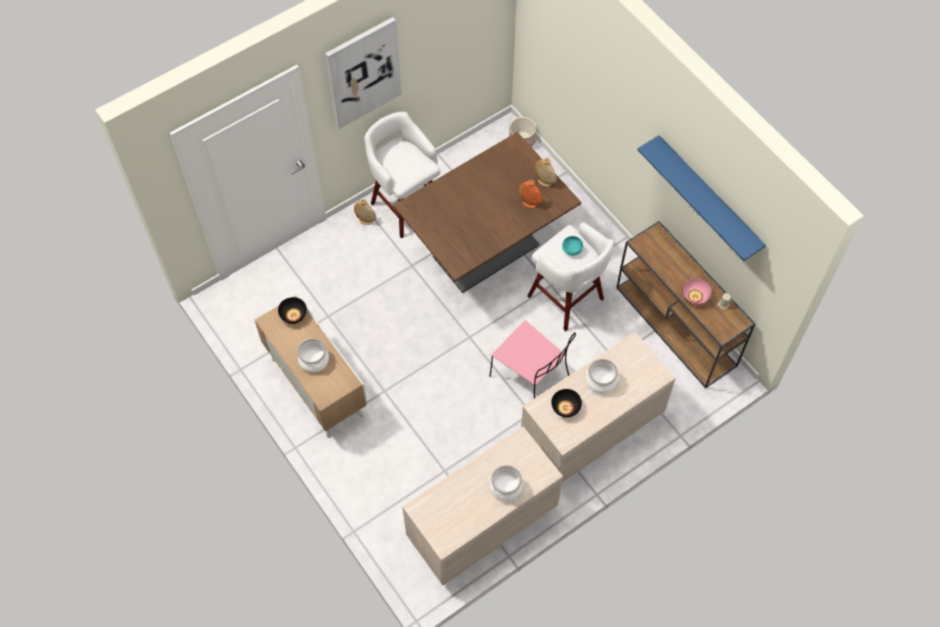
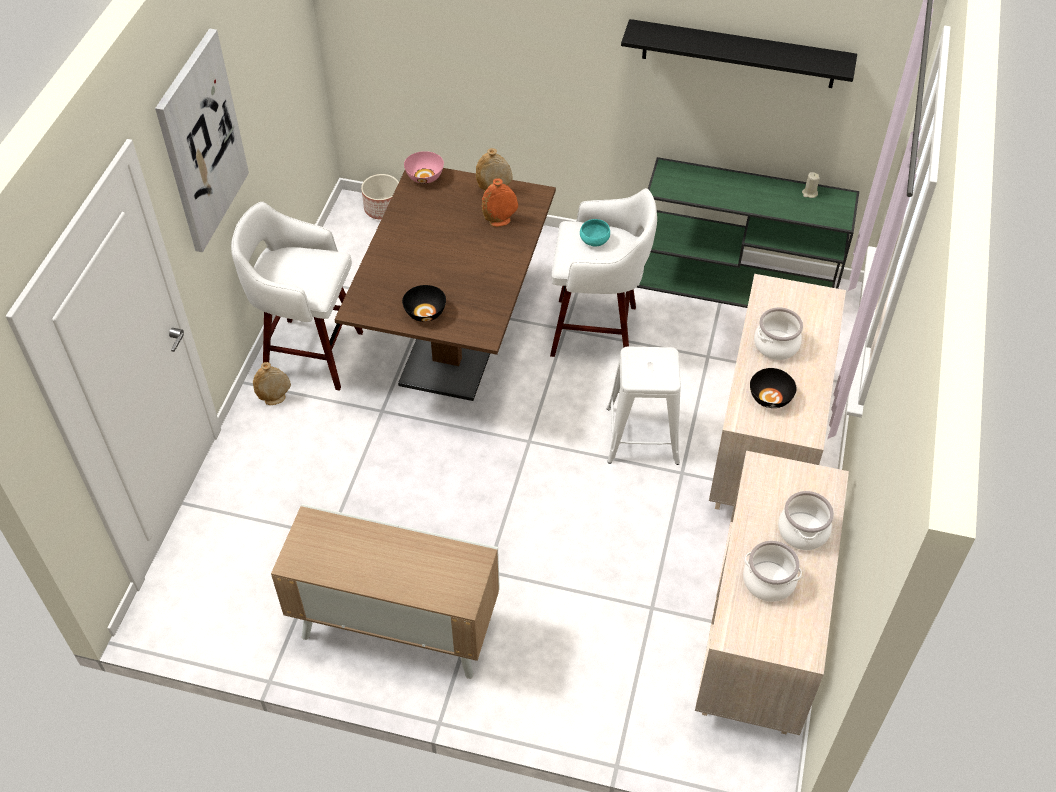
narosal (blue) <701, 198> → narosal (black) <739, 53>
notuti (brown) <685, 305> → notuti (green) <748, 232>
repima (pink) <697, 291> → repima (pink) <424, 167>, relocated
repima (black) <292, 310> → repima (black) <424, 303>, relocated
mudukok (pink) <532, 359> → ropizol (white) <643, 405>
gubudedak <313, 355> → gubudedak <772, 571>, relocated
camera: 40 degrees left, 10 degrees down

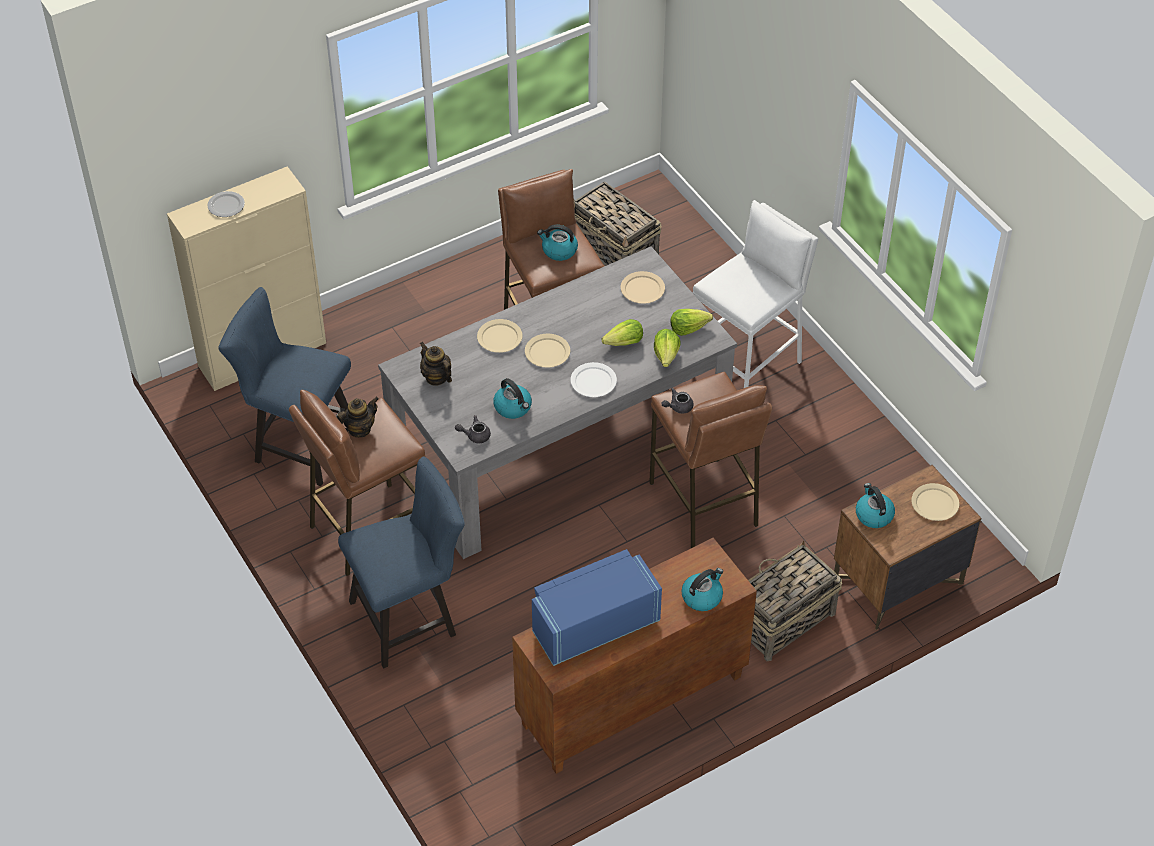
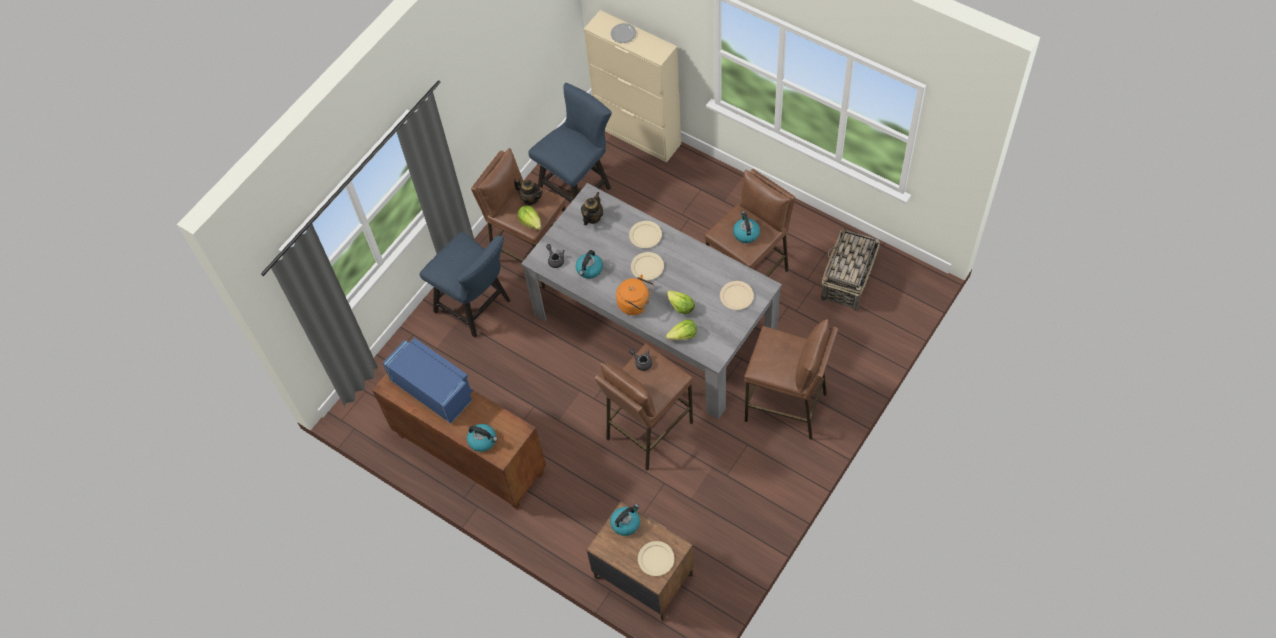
ropizol (white) <755, 294> → ropizol (brown) <791, 379>
mudukok (blue) <285, 386> → mudukok (blue) <570, 143>, 45 degrees clockwise
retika <691, 322> → retika <529, 217>, relocated
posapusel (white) <594, 379> → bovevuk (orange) <635, 294>
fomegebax <795, 601> → -
camera: 70 degrees right, 10 degrees up

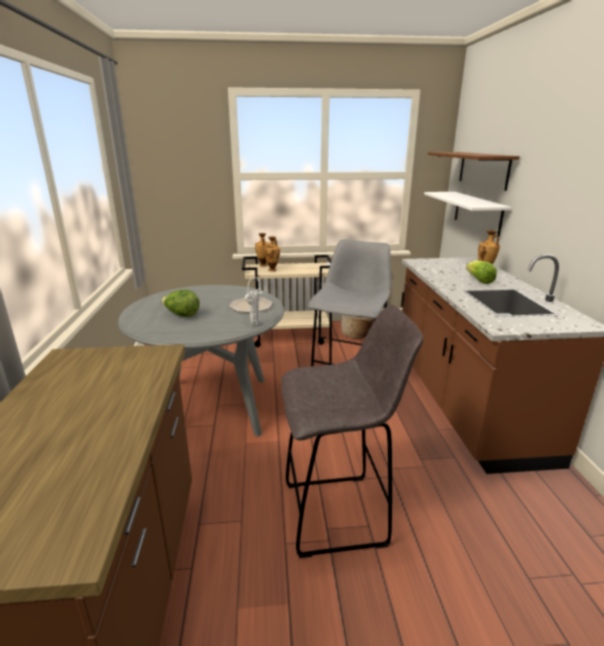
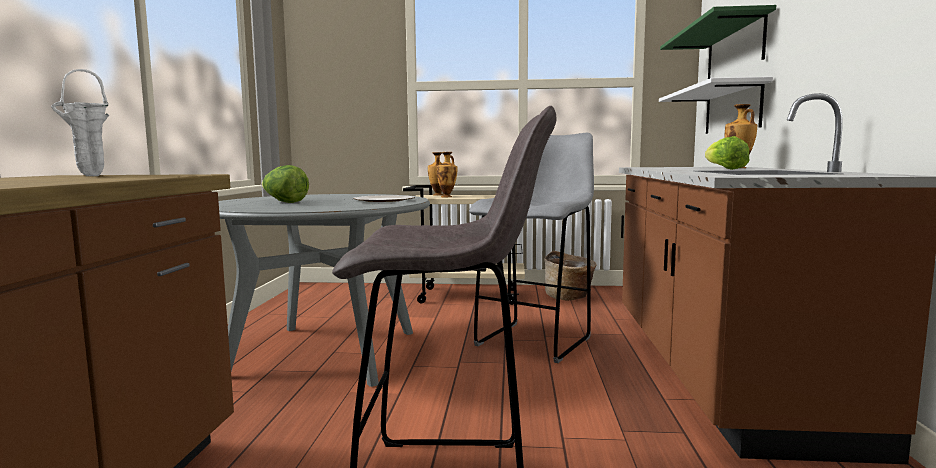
narosal (brown) <474, 171> → narosal (green) <718, 42>
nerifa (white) <253, 301> → nerifa (white) <80, 122>, relocated
camera: 10 degrees right, 15 degrees down

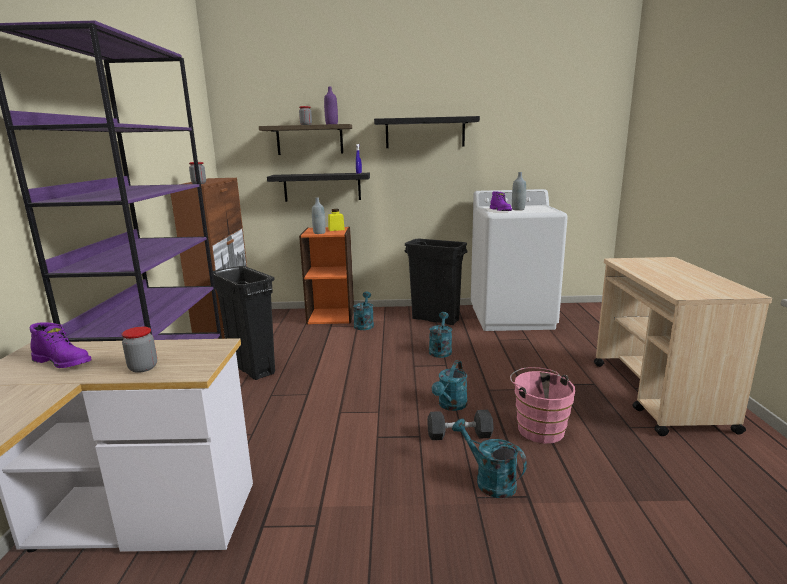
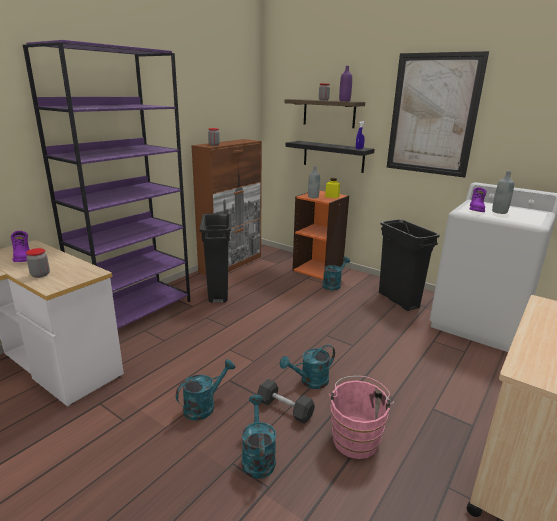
narosal (black) <427, 132> → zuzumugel <438, 114>
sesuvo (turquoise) <440, 335> → sesuvo (turquoise) <205, 389>, relocated
camera: 35 degrees right, 5 degrees up

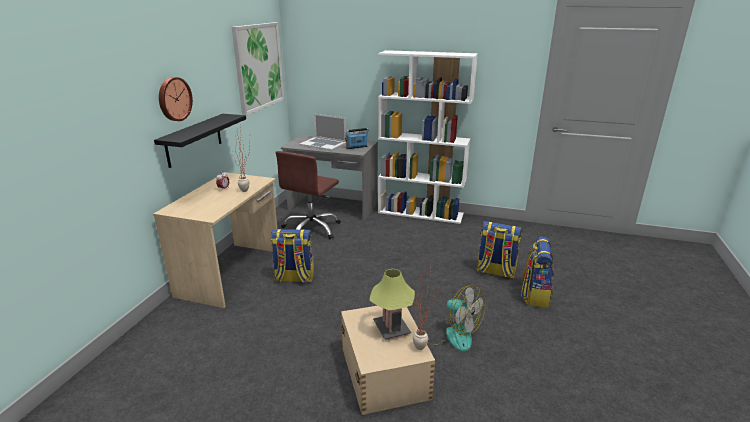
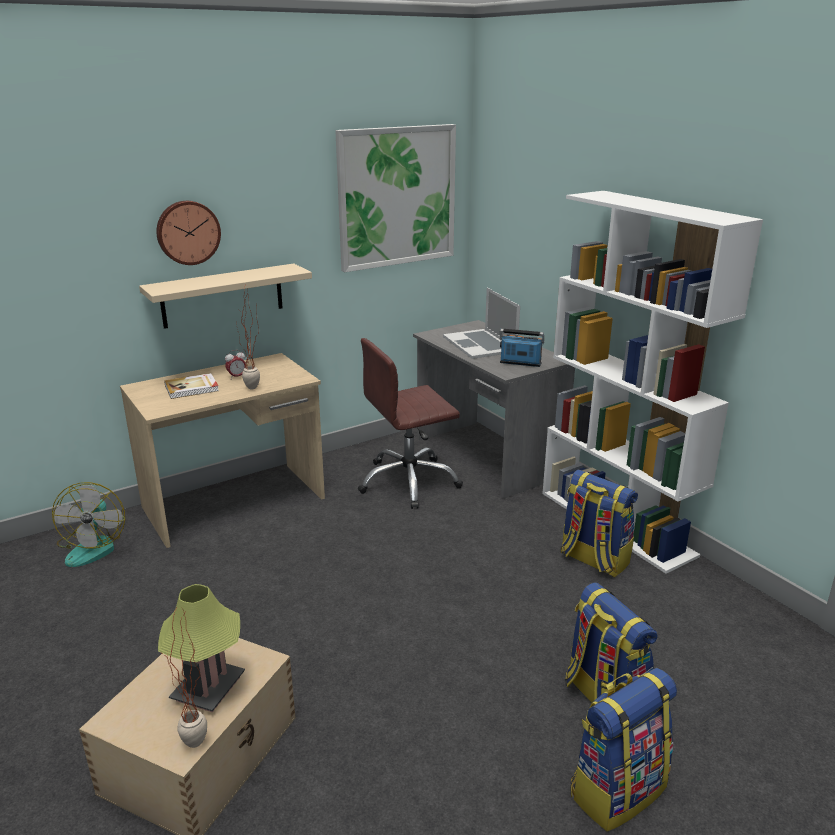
narosal (black) <200, 141> → narosal (beige) <225, 296>
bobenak <292, 255> → bobenak <599, 523>, relocated
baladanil <455, 318> → baladanil <88, 524>, relocated
- → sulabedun <191, 386>
camera: 40 degrees right, 0 degrees up

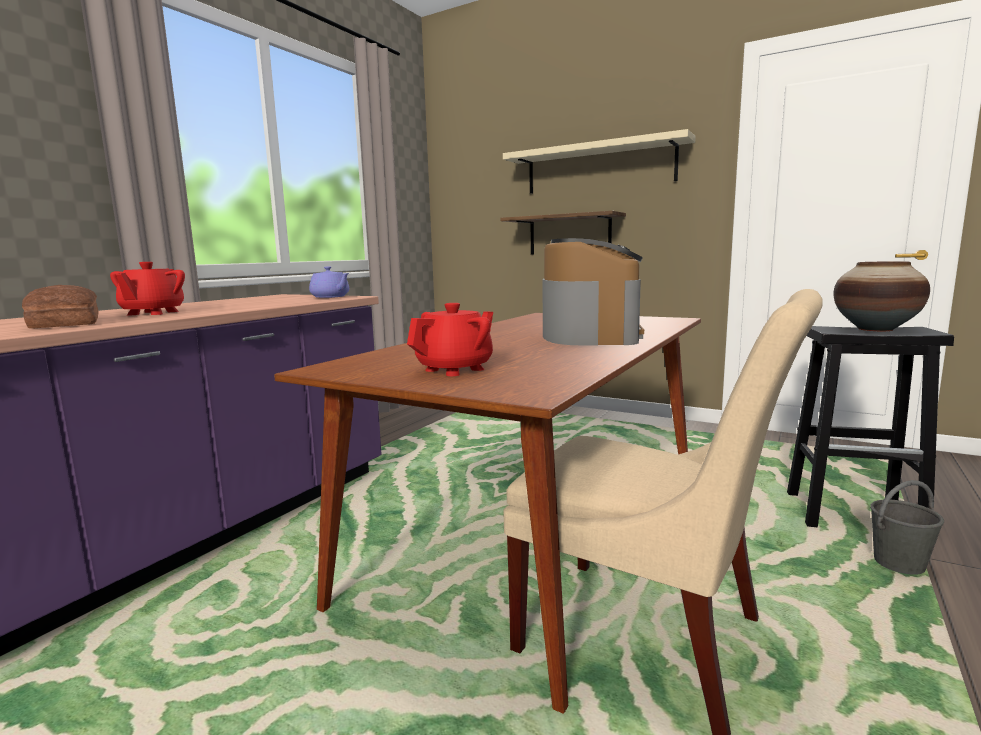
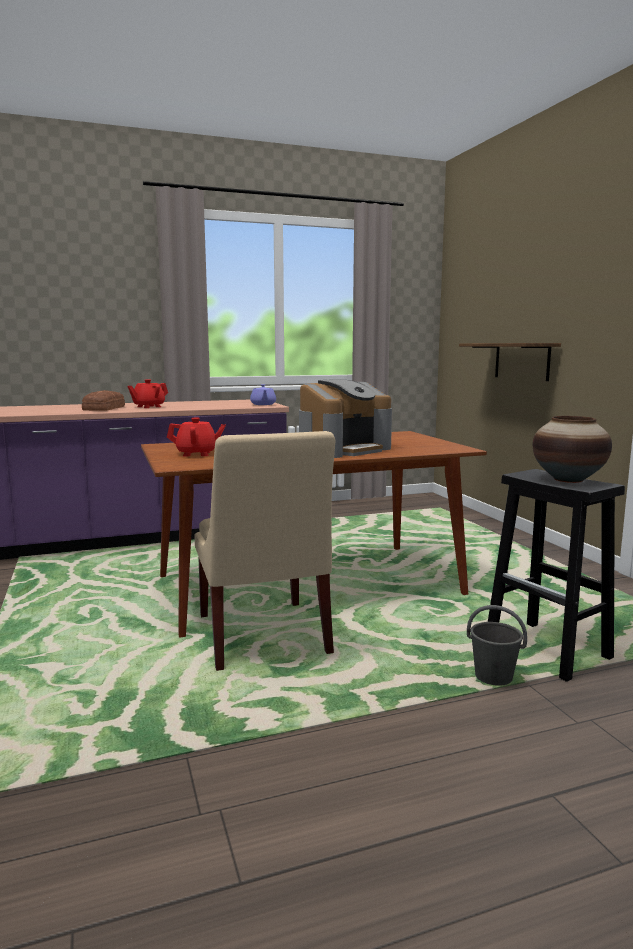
narosal (beige) <599, 161> → -
camera: 40 degrees right, 0 degrees up

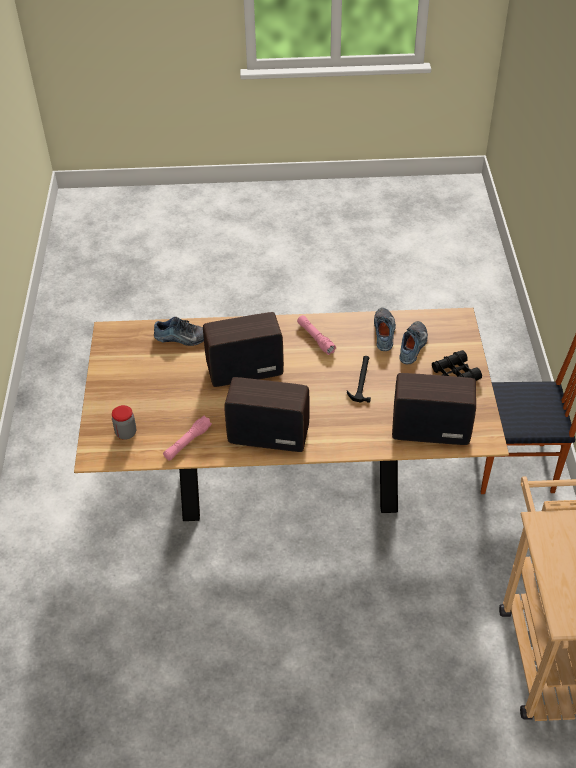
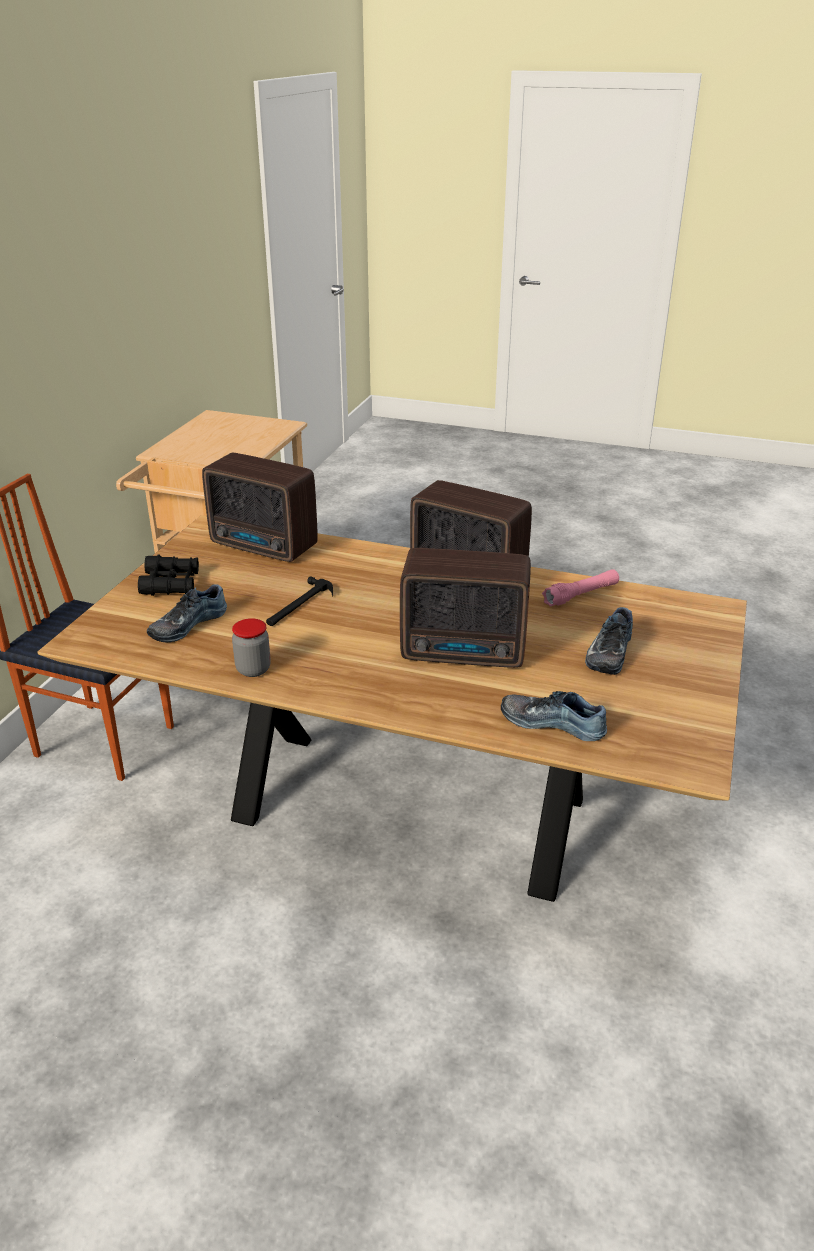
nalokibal <385, 329> → nalokibal <609, 641>, relocated
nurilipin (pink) <316, 335> → -
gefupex <124, 422> → gefupex <251, 647>, relocated
camera: 160 degrees left, 15 degrees down

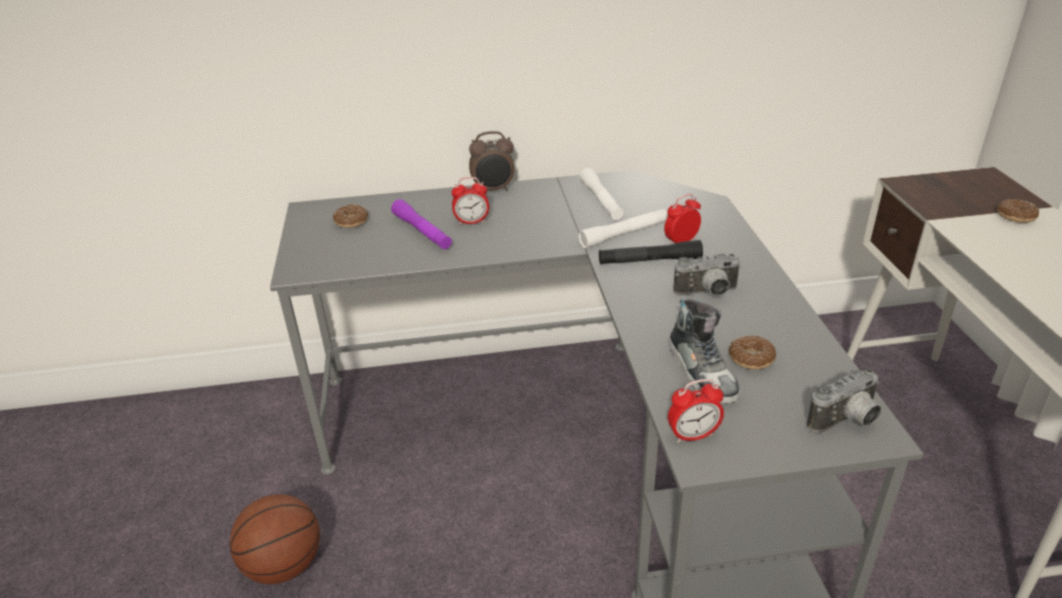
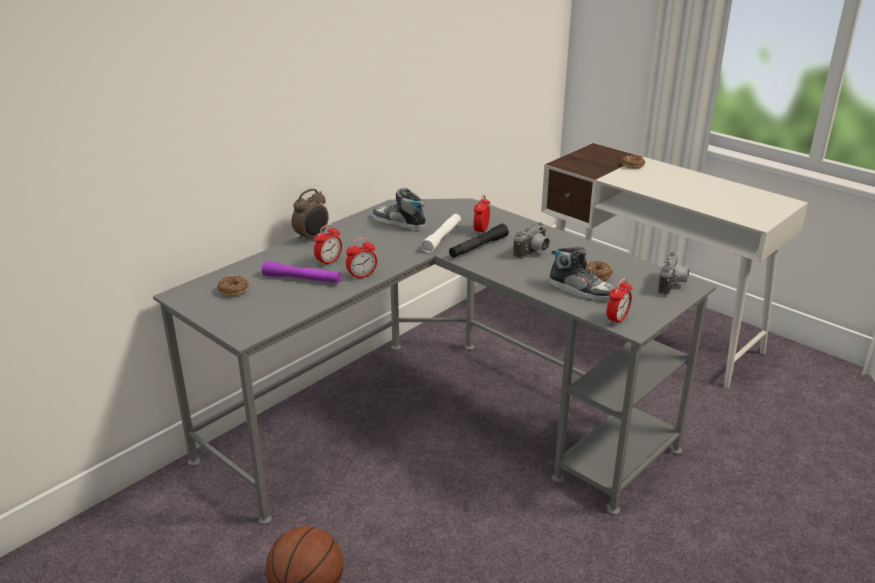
nurilipin (white) <602, 194> → nalokibal <399, 210>
- → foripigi <361, 259>
camera: 40 degrees left, 5 degrees down

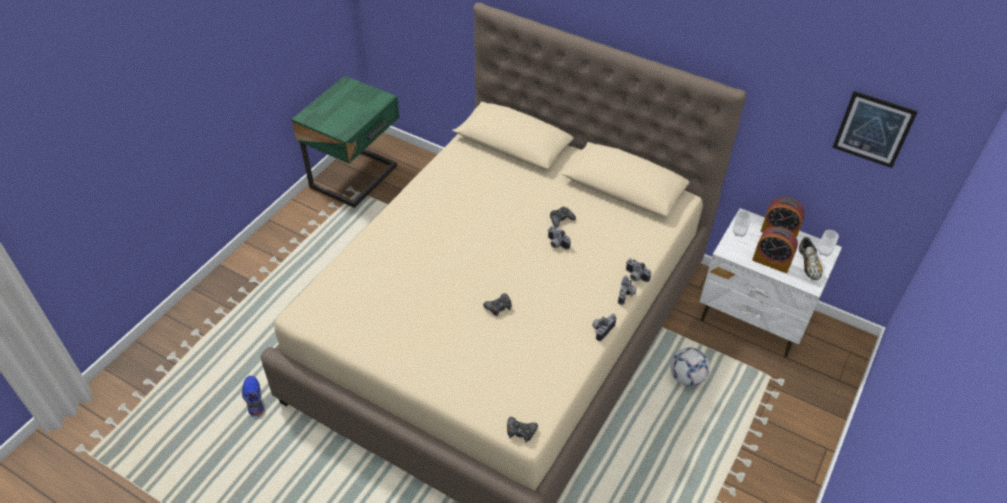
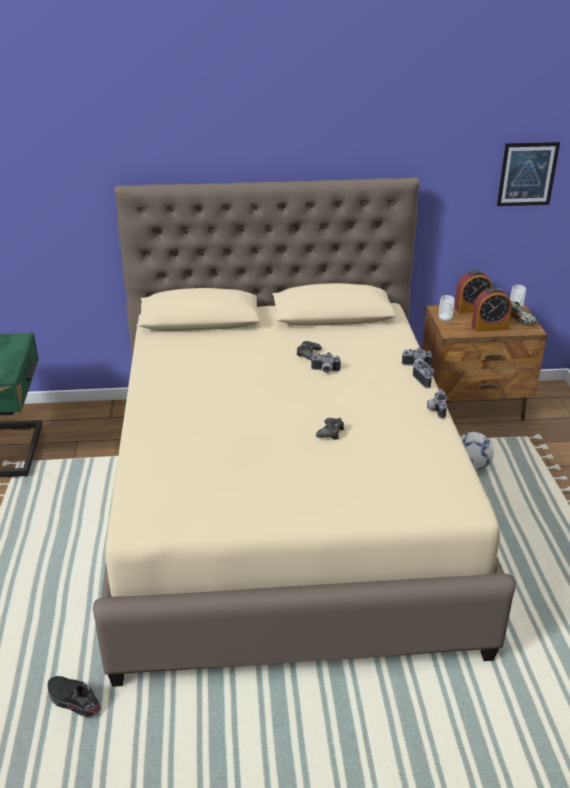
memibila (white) <771, 283> → memibila (brown) <484, 362>
nalokibal (blue) <253, 396> → nalokibal (black) <74, 696>
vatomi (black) <522, 430> → -
camera: 35 degrees left, 15 degrees down

